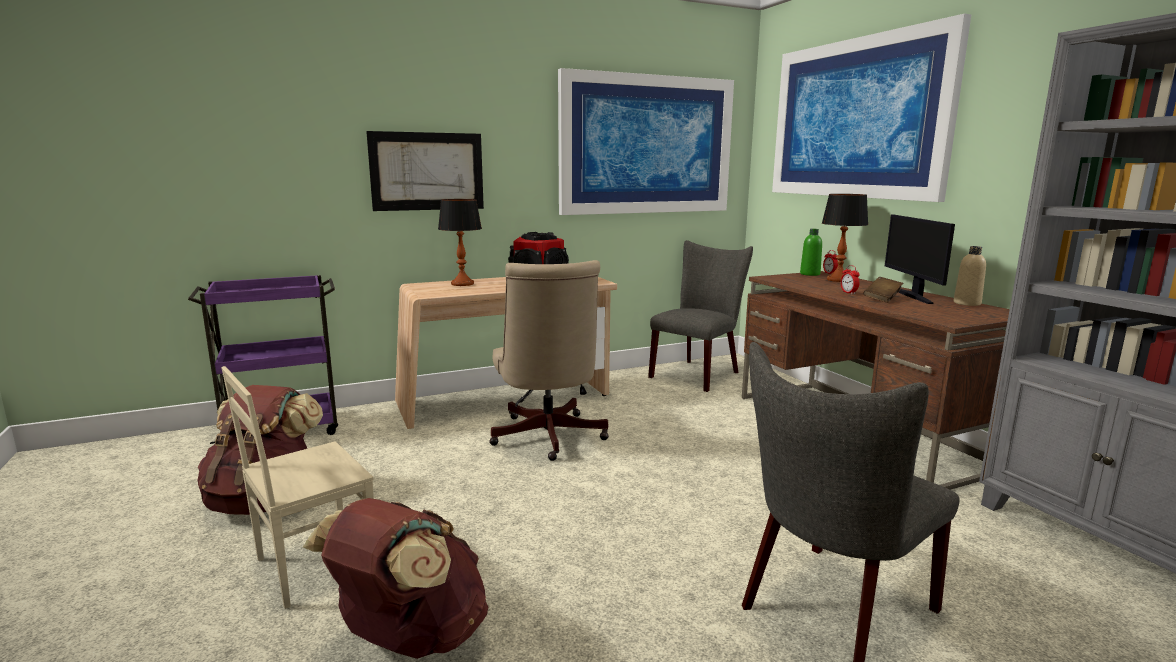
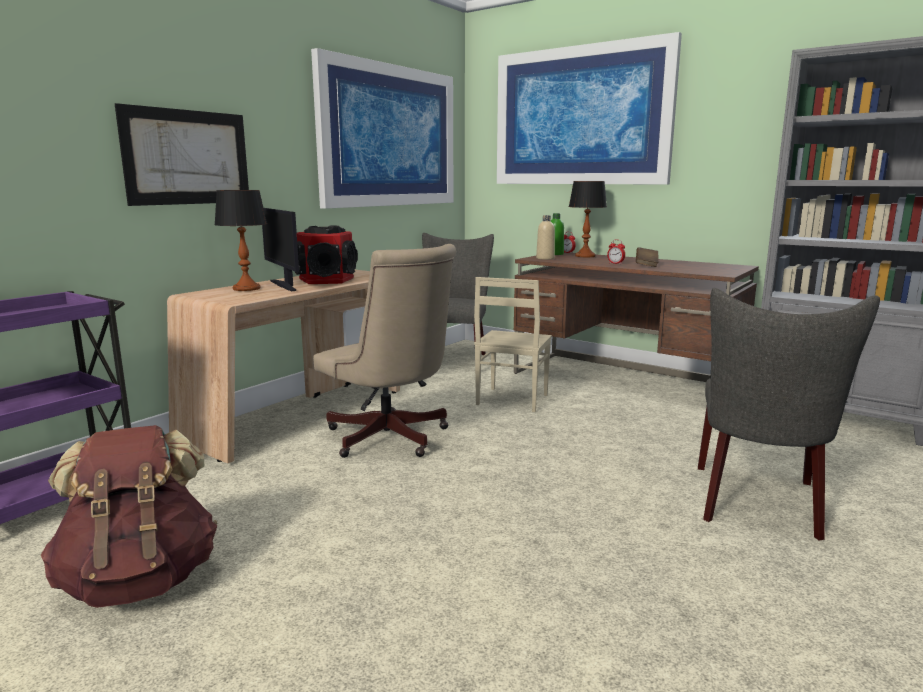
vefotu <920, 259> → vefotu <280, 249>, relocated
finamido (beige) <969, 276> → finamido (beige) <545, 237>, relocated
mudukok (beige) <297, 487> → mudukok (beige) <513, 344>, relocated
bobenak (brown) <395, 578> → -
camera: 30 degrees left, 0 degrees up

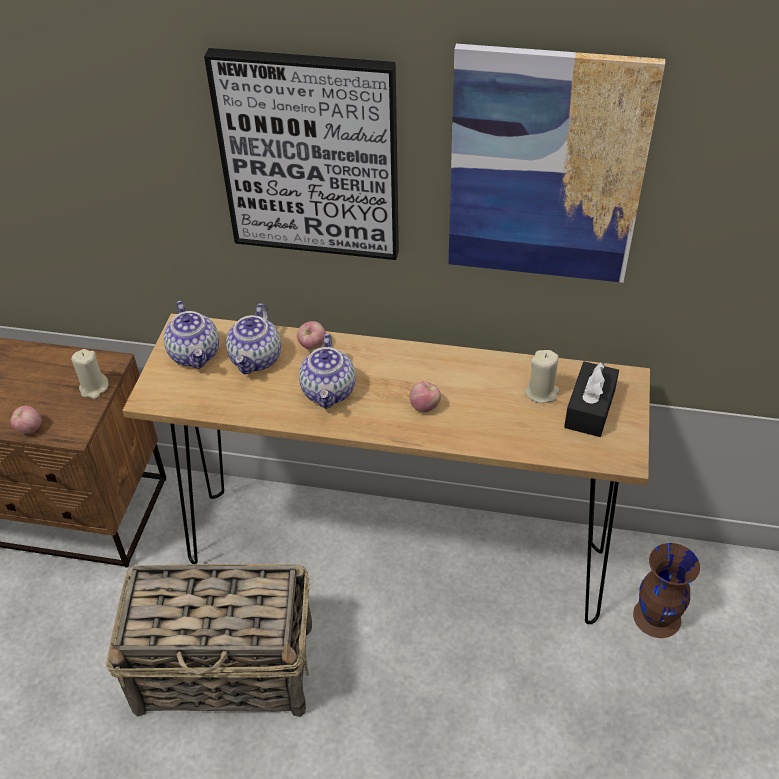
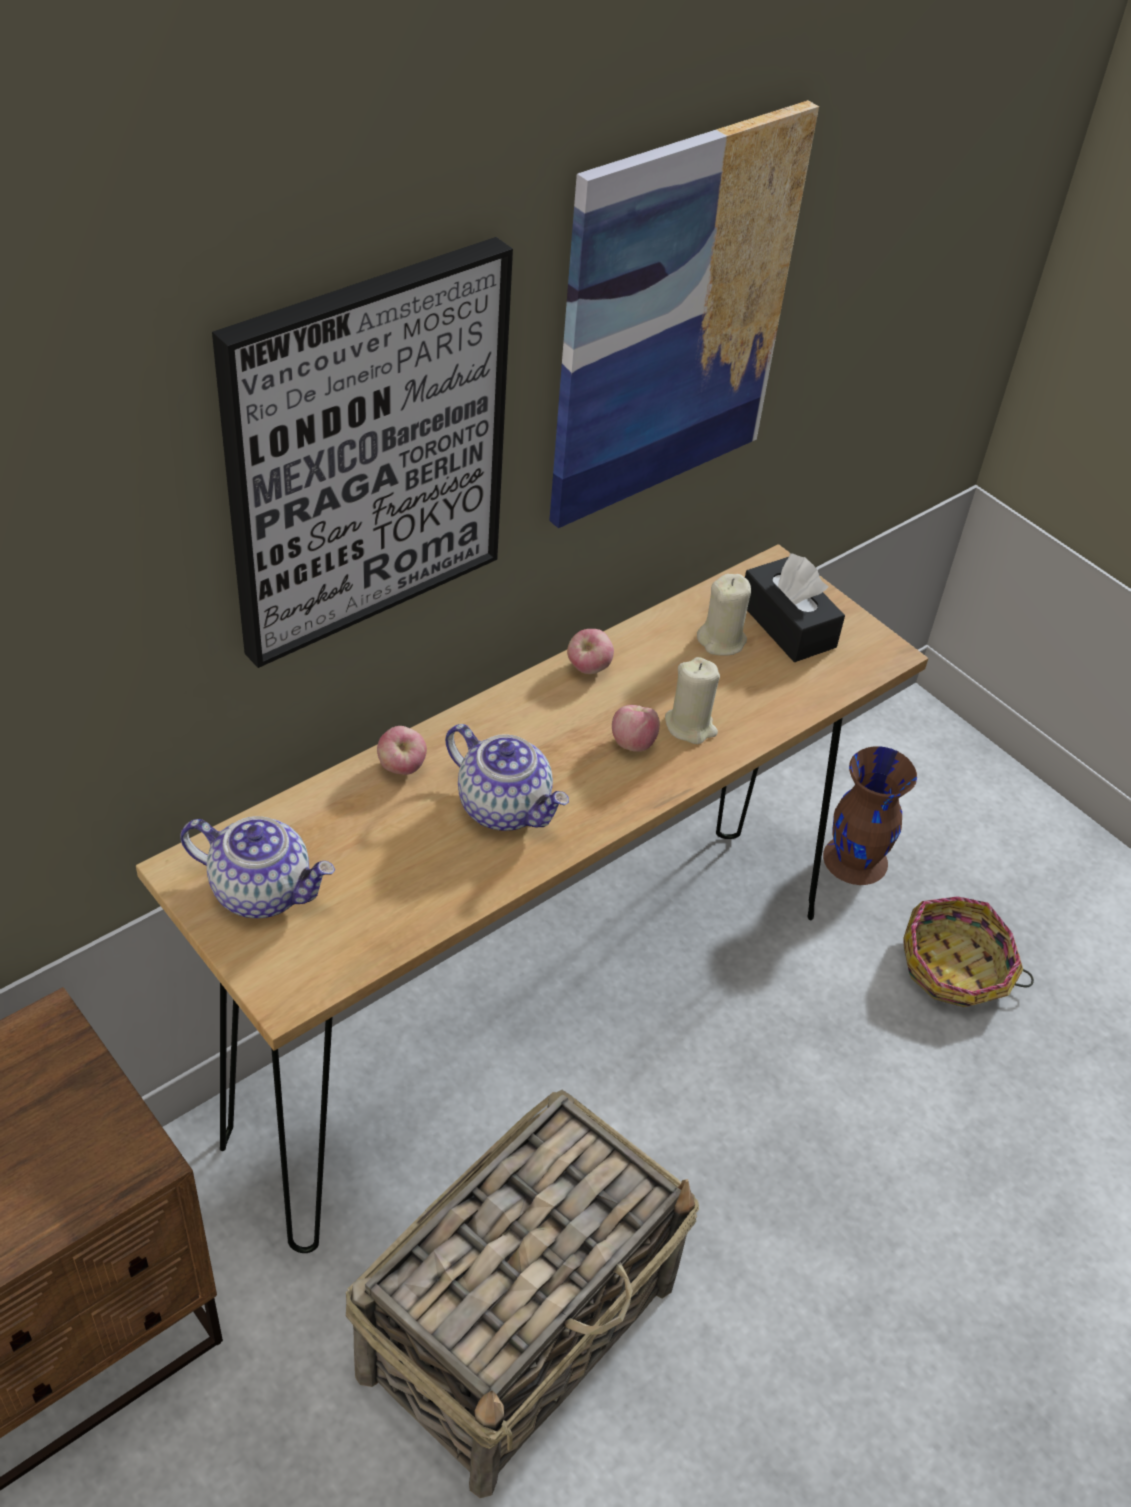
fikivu <253, 338> → -
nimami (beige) <90, 374> → nimami (beige) <692, 700>, relocated
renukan <26, 419> → renukan <590, 651>, relocated
- → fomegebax <968, 951>
camera: 55 degrees left, 0 degrees up

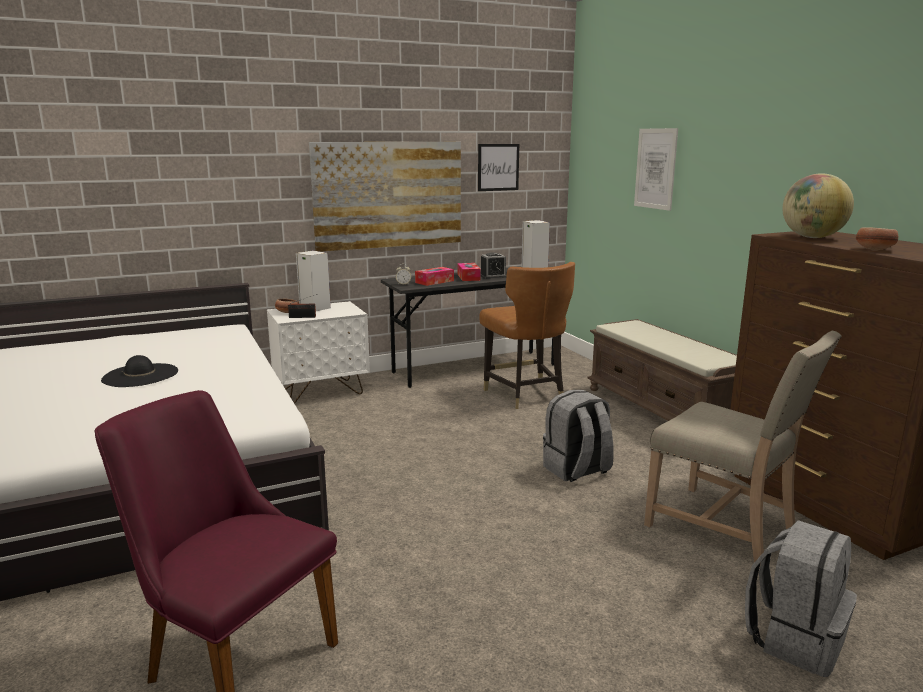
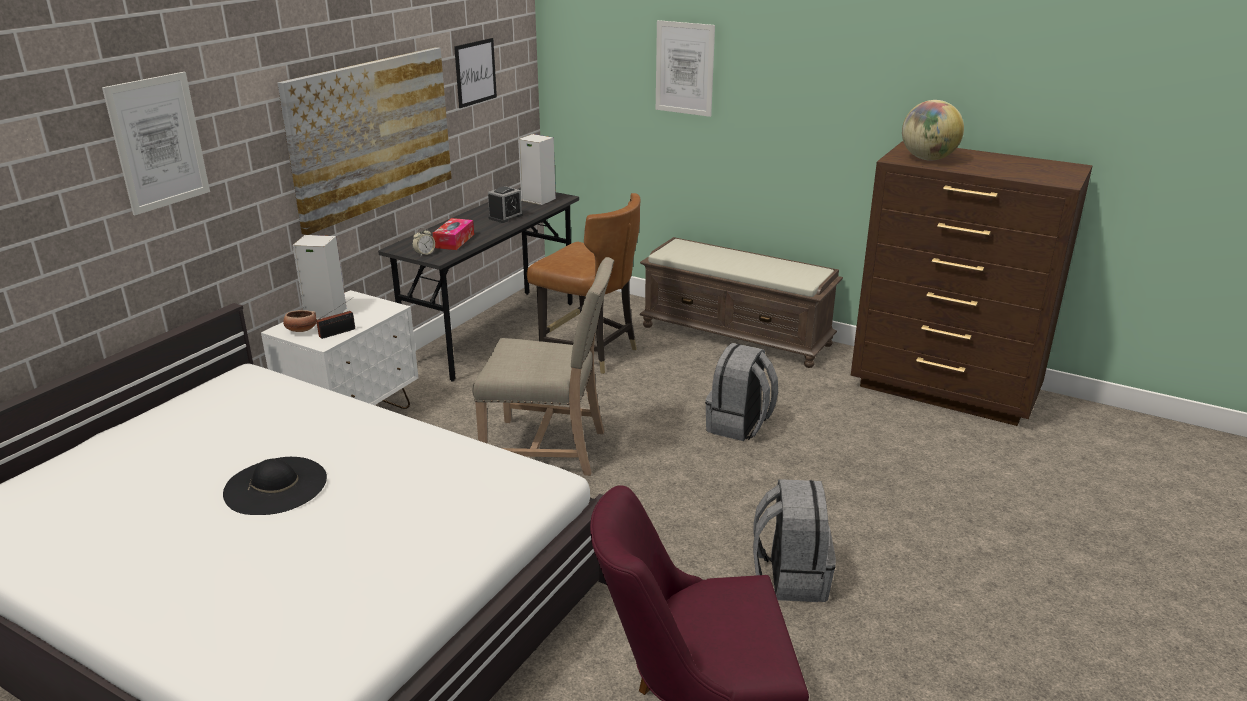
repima <877, 238> → -
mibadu <469, 272> → -
mudukok (beige) <743, 448> → mudukok (beige) <543, 366>, relocated
bobenak (grey) <801, 598> → bobenak (grey) <794, 540>, relocated
- → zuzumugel <156, 143>
camera: 35 degrees left, 10 degrees up

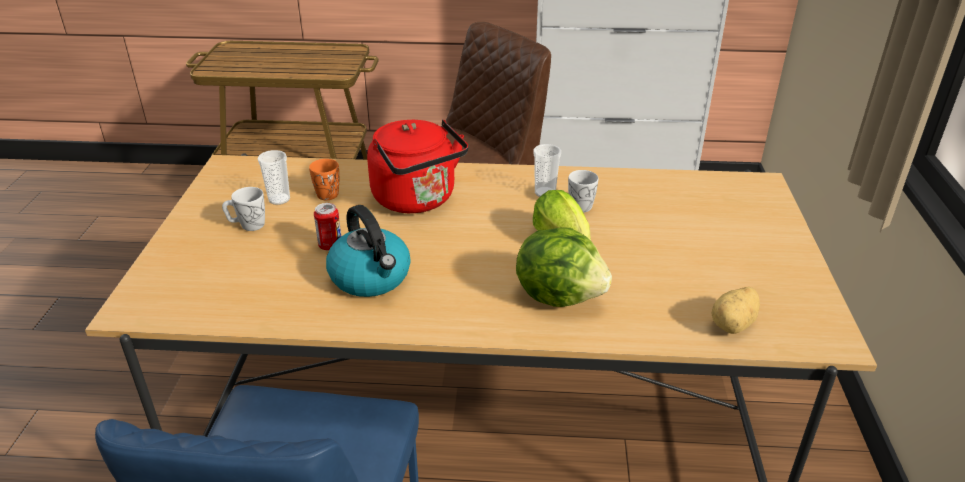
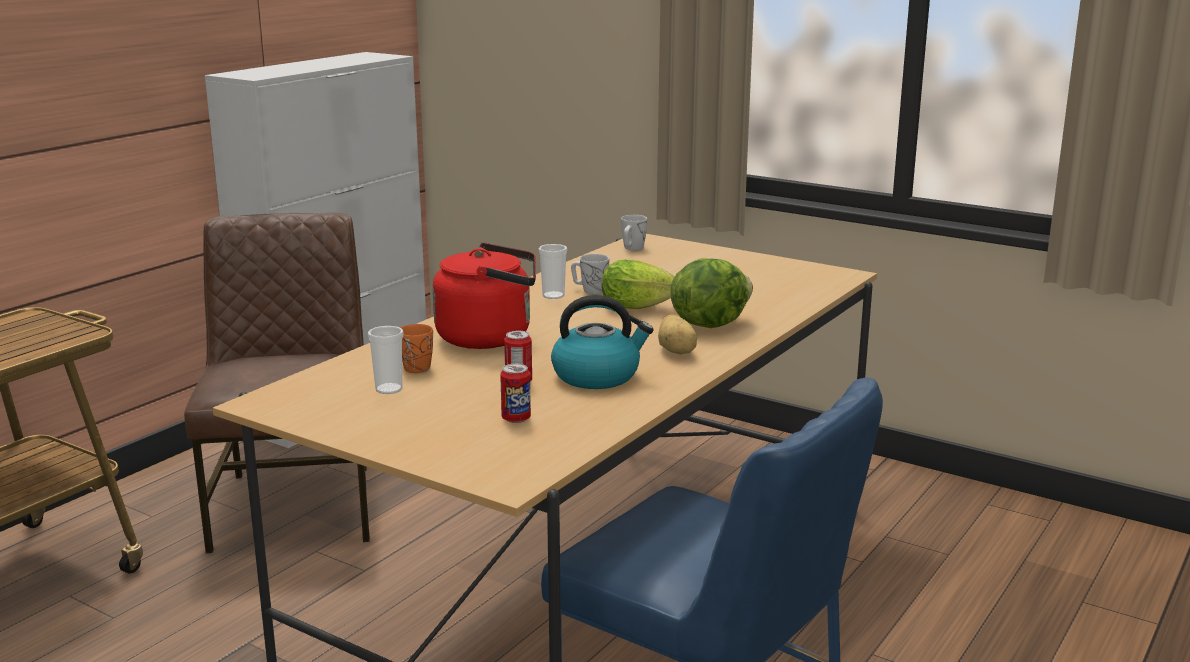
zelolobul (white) <243, 209> → zelolobul (white) <634, 232>, relocated
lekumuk <735, 310> → lekumuk <677, 335>, relocated
- → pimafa <515, 393>
camera: 60 degrees left, 15 degrees down

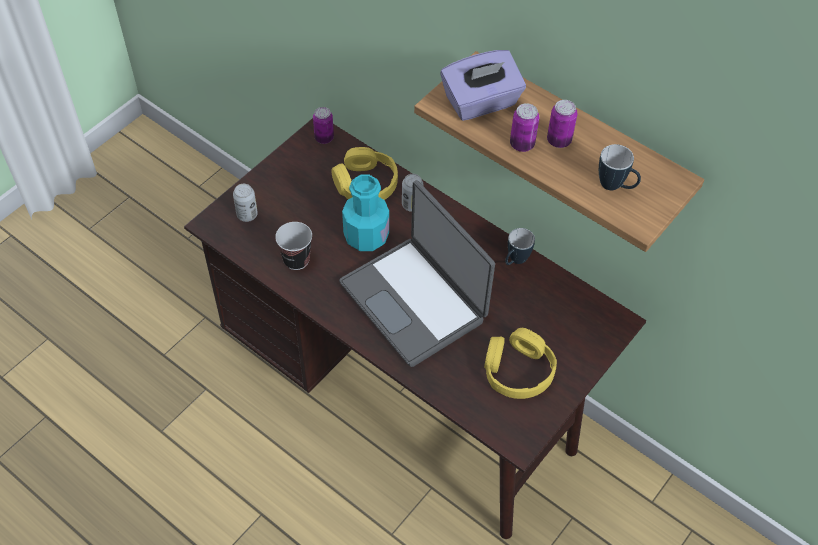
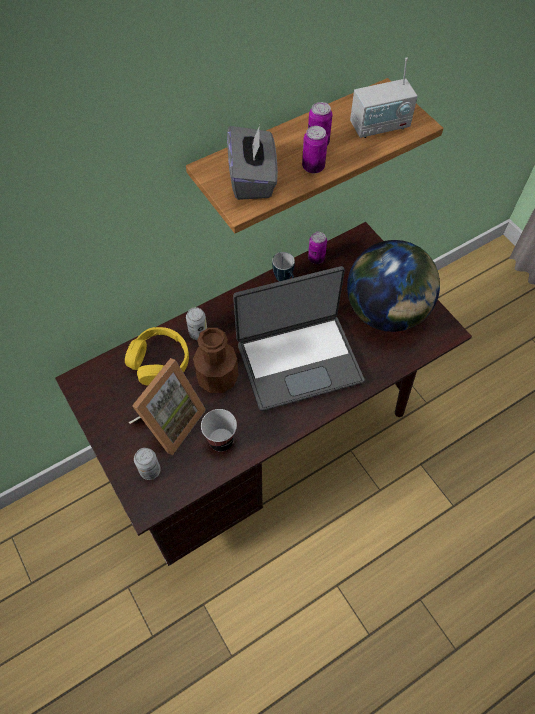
mibadu (purple) <483, 85> → mibadu (grey) <252, 162>
pimafa <323, 125> → pimafa <317, 248>, relocated
zelolobul <620, 167> → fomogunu <384, 97>
finamido (turquoise) <365, 212> → finamido (brown) <215, 360>
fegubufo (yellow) <520, 363> → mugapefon <393, 286>
- → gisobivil <167, 407>
camera: 70 degrees left, 5 degrees up

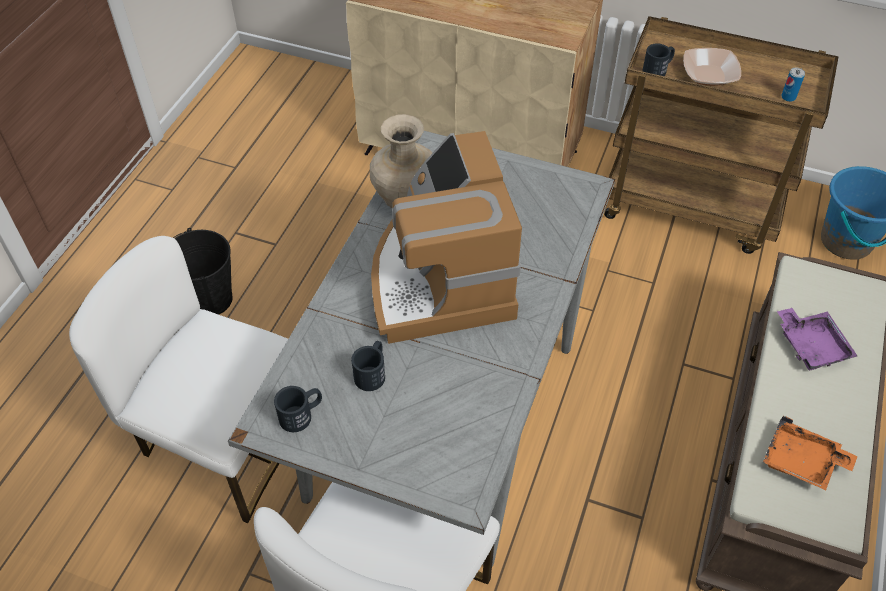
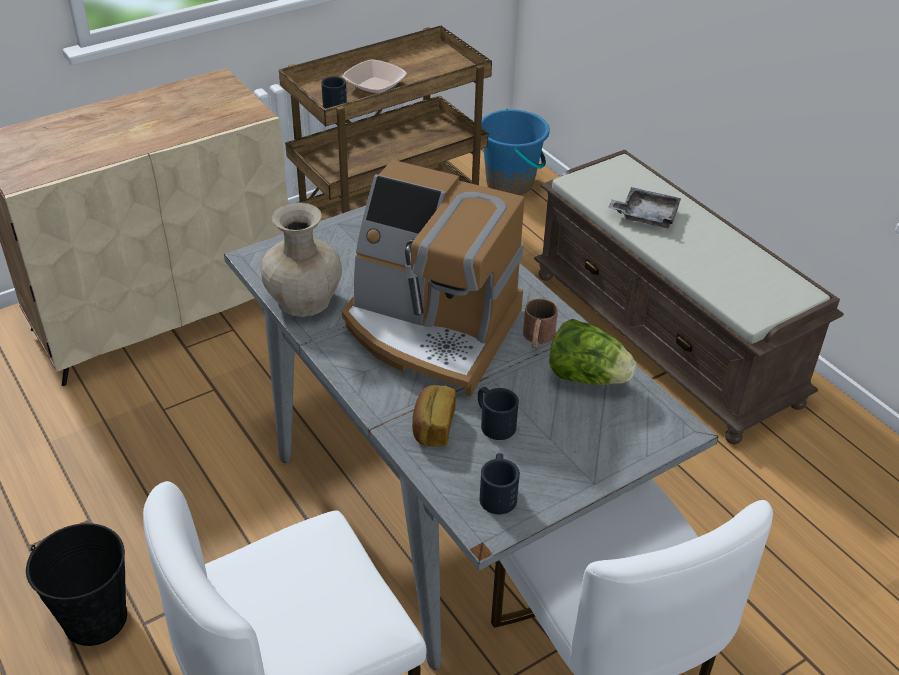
pimafa <793, 85> → -
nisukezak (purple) <817, 339> → nisukezak (grey) <644, 207>
nisukezak (orange) <810, 453> → -
- → zelolobul (brown) <540, 324>
- → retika <592, 352>
- → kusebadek <434, 416>
camera: 55 degrees left, 10 degrees down

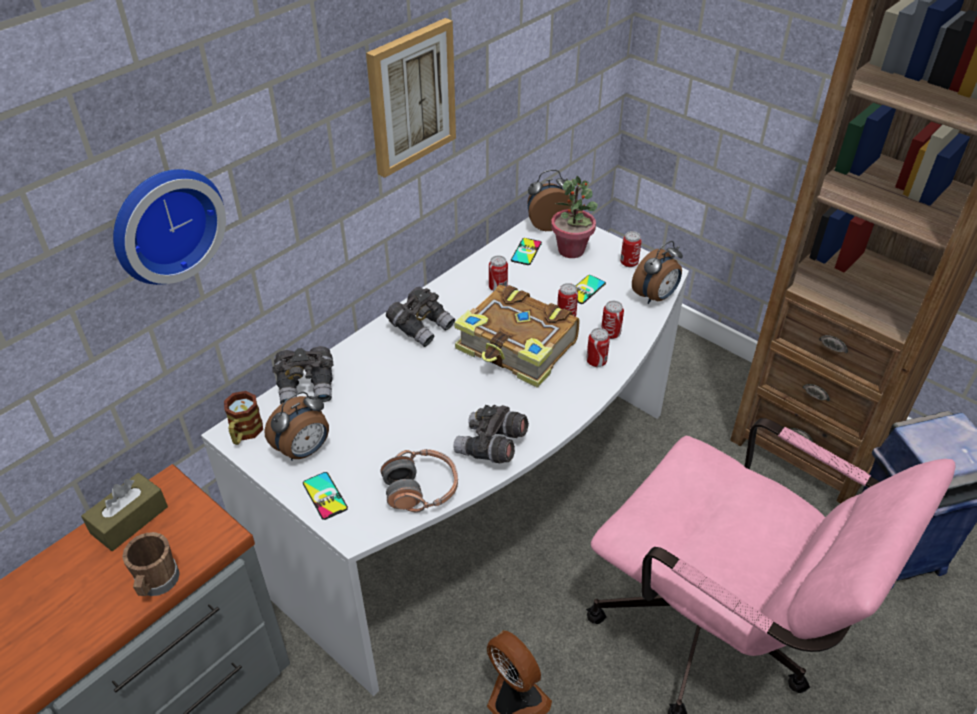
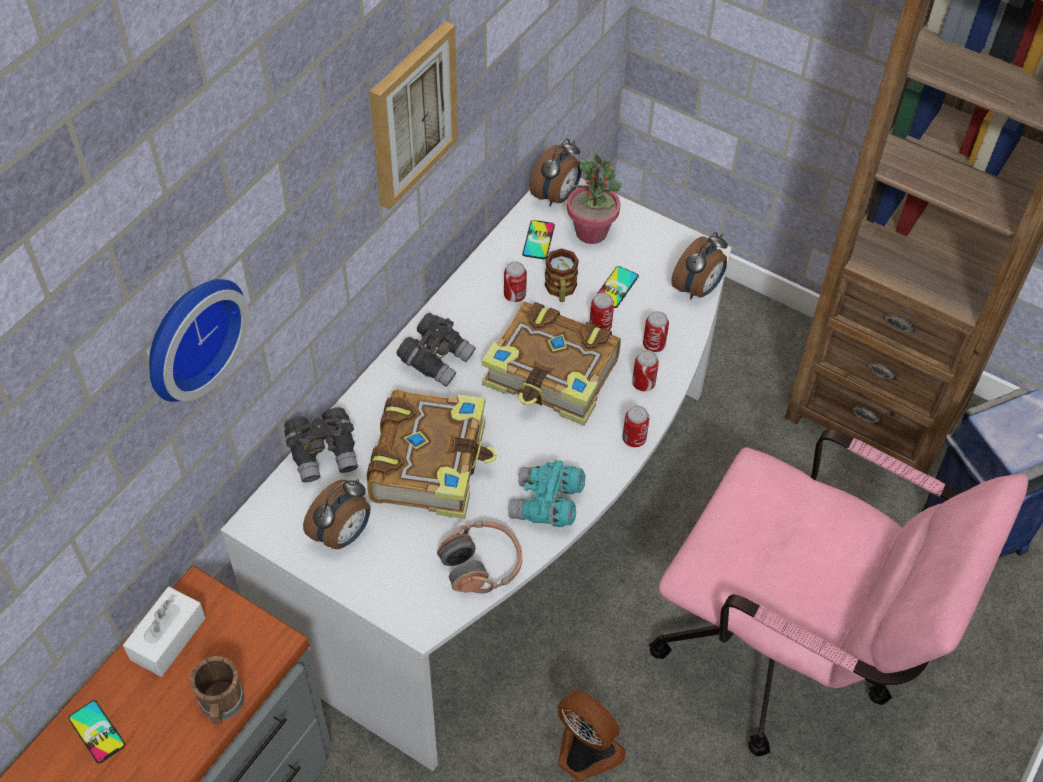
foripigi <549, 200> → foripigi <555, 172>, 150 degrees clockwise
pimafa <631, 249> → pimafa <636, 426>, relocated
zelolobul <243, 418> → zelolobul <561, 275>, relocated
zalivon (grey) <491, 434> → zalivon (turquoise) <546, 493>
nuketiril <325, 496> → nuketiril <96, 731>, relocated
mibadu (brown) <124, 512> → mibadu (white) <164, 632>
- → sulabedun <432, 454>
camera: 10 degrees left, 10 degrees up

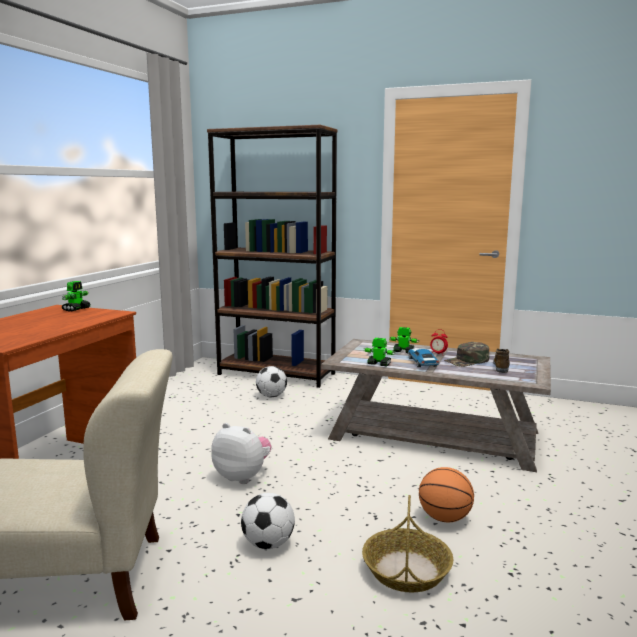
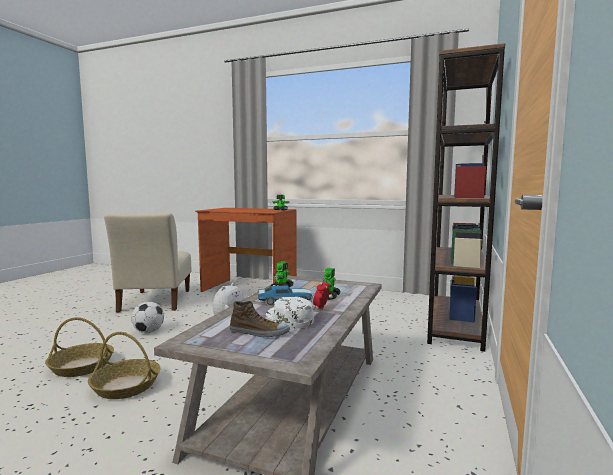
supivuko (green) <466, 354> → supivuko (white) <290, 313>
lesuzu <271, 381> → -
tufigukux <446, 494> → fomegebax <124, 365>
camera: 90 degrees right, 5 degrees down

